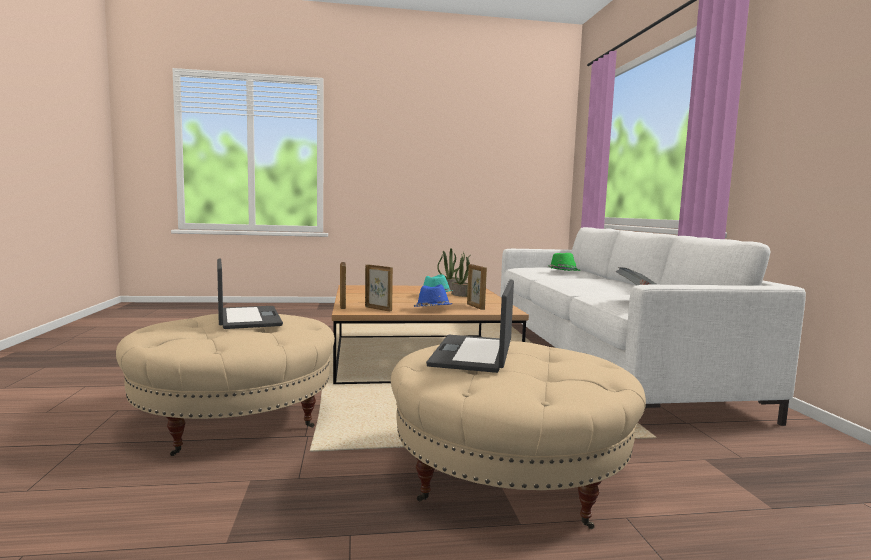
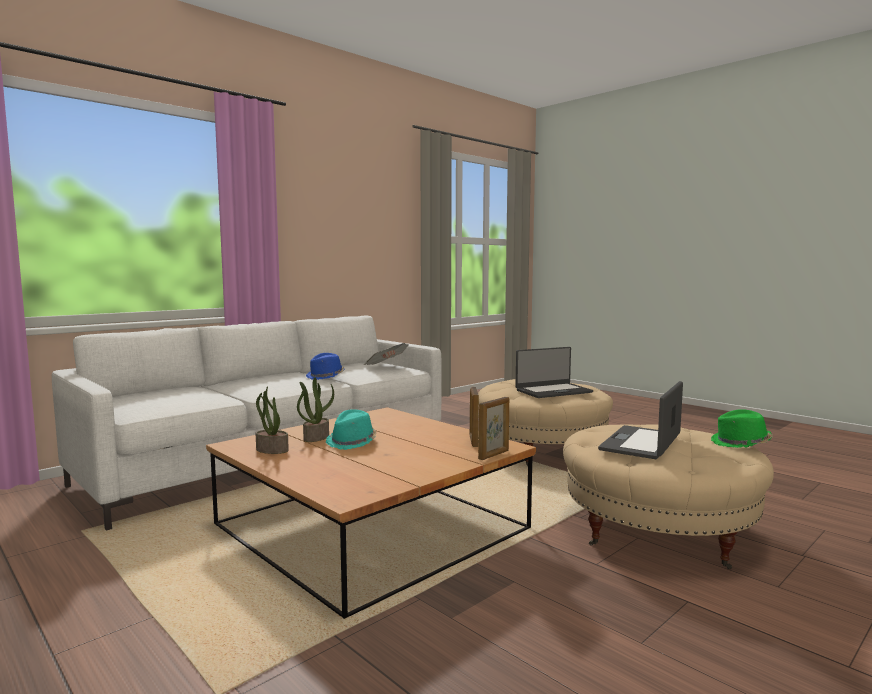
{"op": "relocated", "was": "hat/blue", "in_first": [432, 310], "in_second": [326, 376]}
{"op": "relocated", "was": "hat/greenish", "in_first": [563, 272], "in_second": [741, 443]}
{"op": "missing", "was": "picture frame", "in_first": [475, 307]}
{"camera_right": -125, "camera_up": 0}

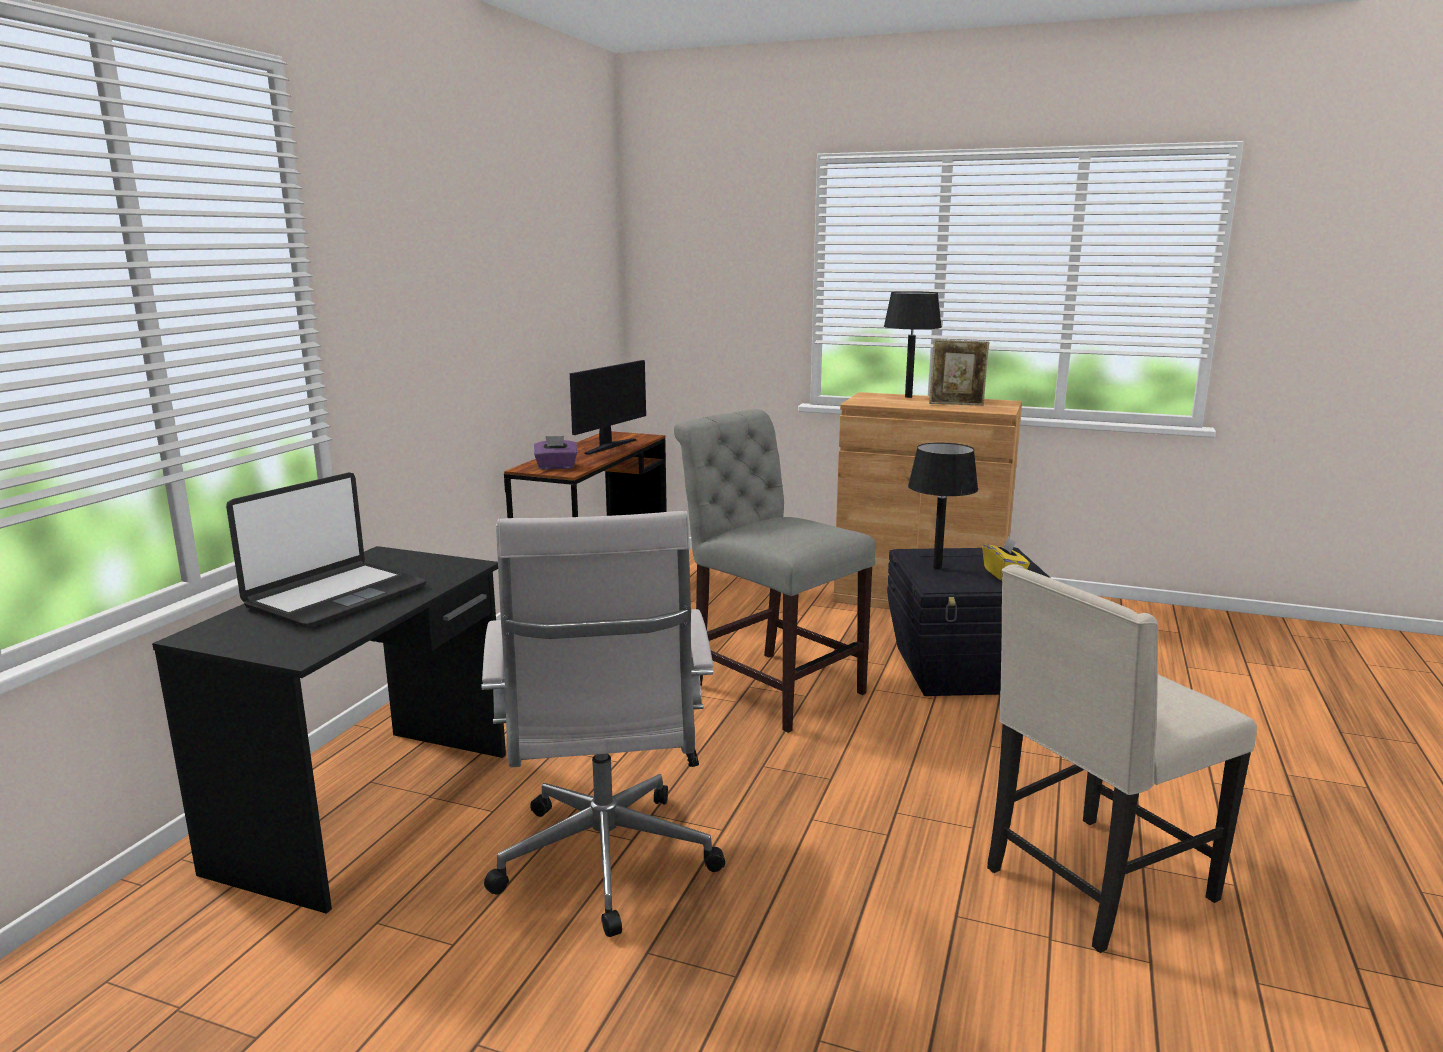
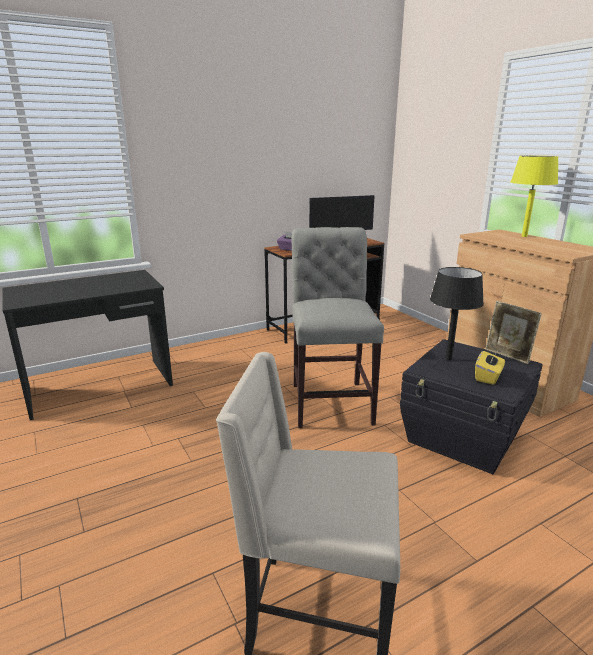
{"op": "relocated", "was": "picture frame", "in_first": [956, 404], "in_second": [507, 356]}
{"op": "colour", "was": "tabletop lamp/black", "now": "tabletop lamp/yellowish", "in_first": [908, 397], "in_second": [524, 236]}
{"op": "missing", "was": "notebook computer", "in_first": [335, 596]}
{"op": "missing", "was": "office chair/white-coloured", "in_first": [605, 866]}
{"camera_right": 40, "camera_up": 5}

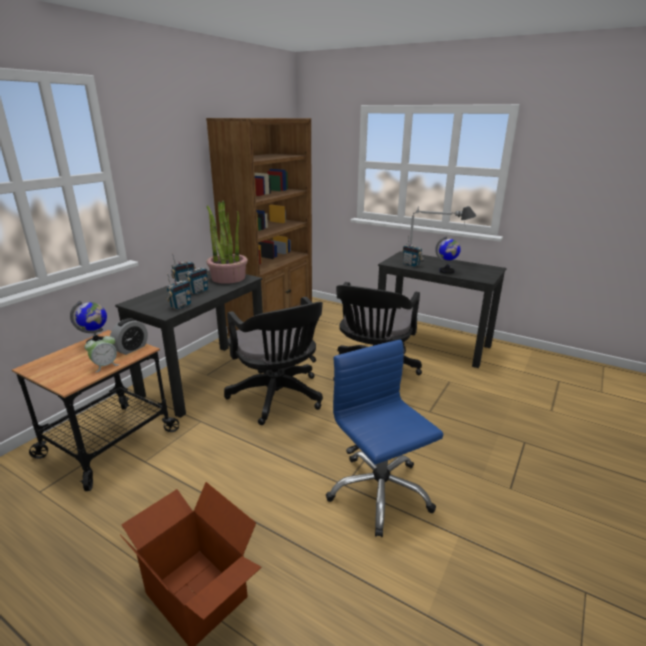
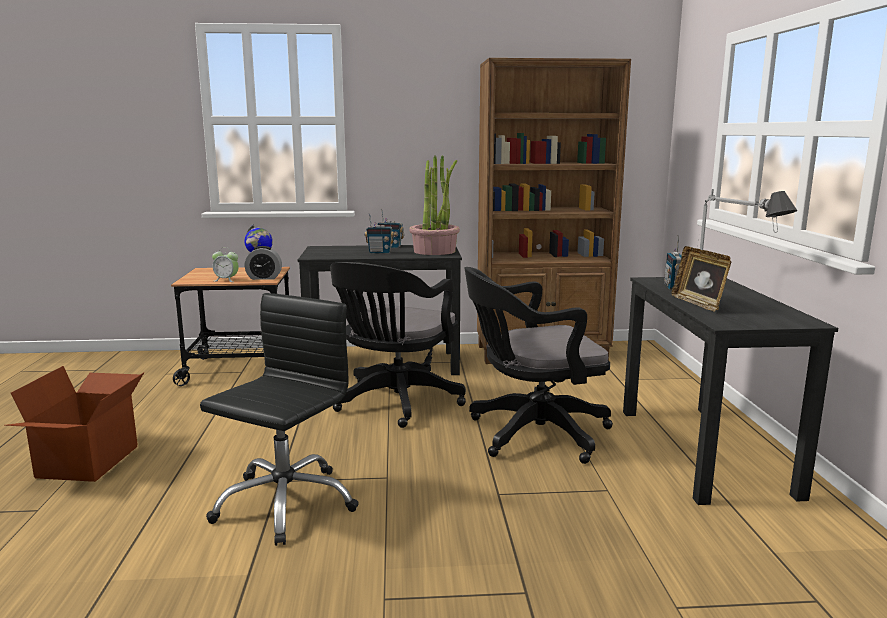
{"op": "colour", "was": "office chair/blue", "now": "office chair/black", "in_first": [379, 492], "in_second": [284, 503]}
{"op": "exchanged", "was": "globe", "now": "picture frame", "in_first": [446, 271], "in_second": [698, 303]}
{"op": "missing", "was": "radio set", "in_first": [180, 306]}
{"camera_right": 55, "camera_up": -10}

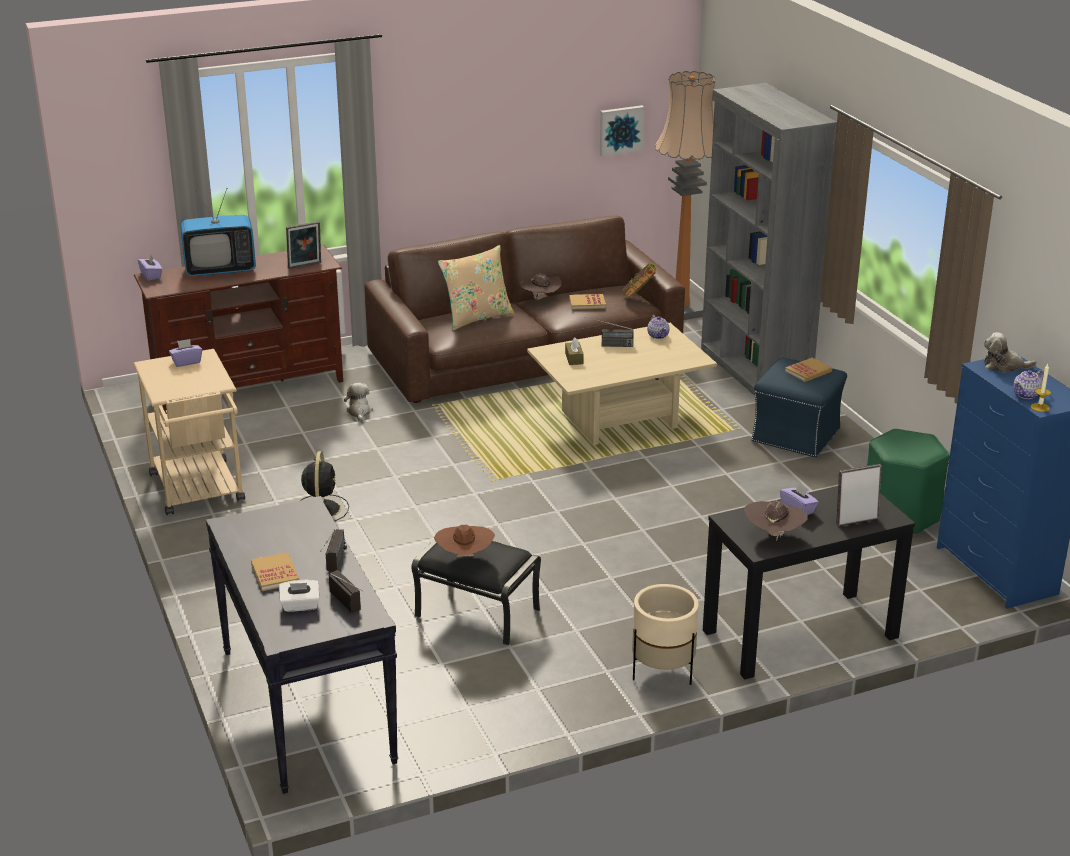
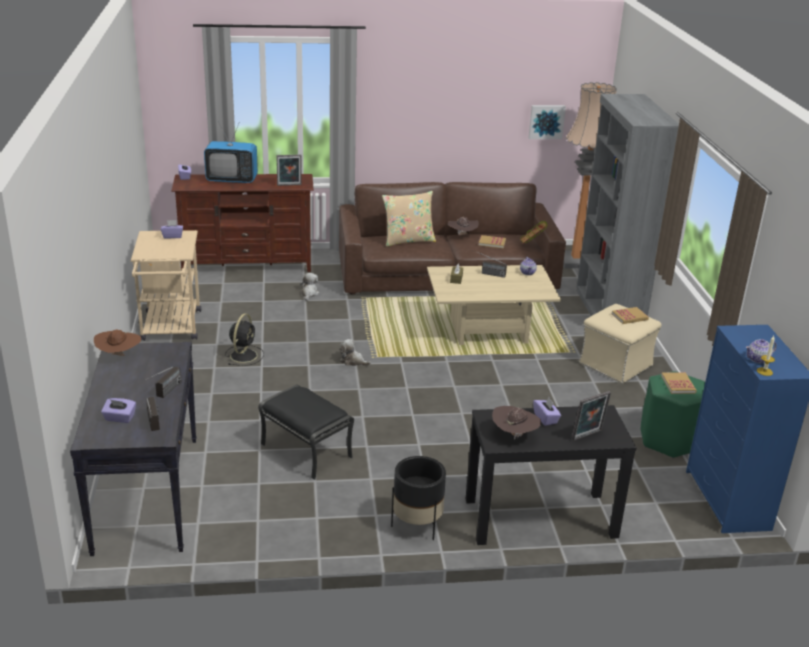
{"op": "relocated", "was": "hat/brown", "in_first": [464, 557], "in_second": [119, 356]}
{"op": "colour", "was": "tissue box/white-coloured", "now": "tissue box/purple", "in_first": [300, 606], "in_second": [119, 418]}
{"op": "relocated", "was": "soft toy", "in_first": [1004, 366], "in_second": [353, 361]}
{"op": "colour", "was": "plant pot/sand-coloured", "now": "plant pot/black", "in_first": [663, 672], "in_second": [417, 525]}
{"op": "spun", "was": "picture frame", "in_first": [855, 520], "in_second": [588, 436], "clockwise": 150}
{"op": "colour", "was": "footrest/blue", "now": "footrest/sand-coloured", "in_first": [796, 436], "in_second": [616, 365]}
{"op": "relocated", "was": "bound book", "in_first": [275, 574], "in_second": [678, 384]}
{"camera_right": 15, "camera_up": 0}

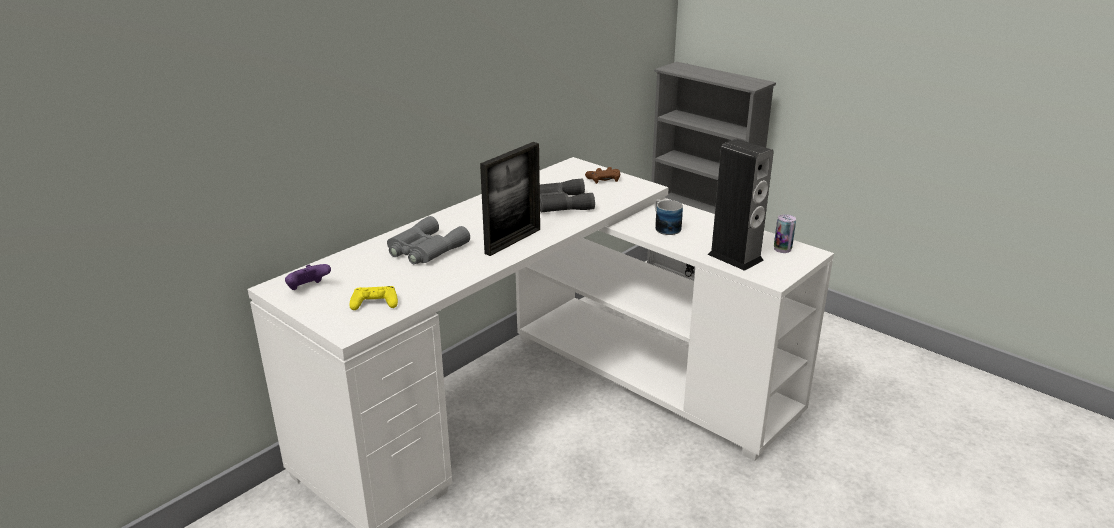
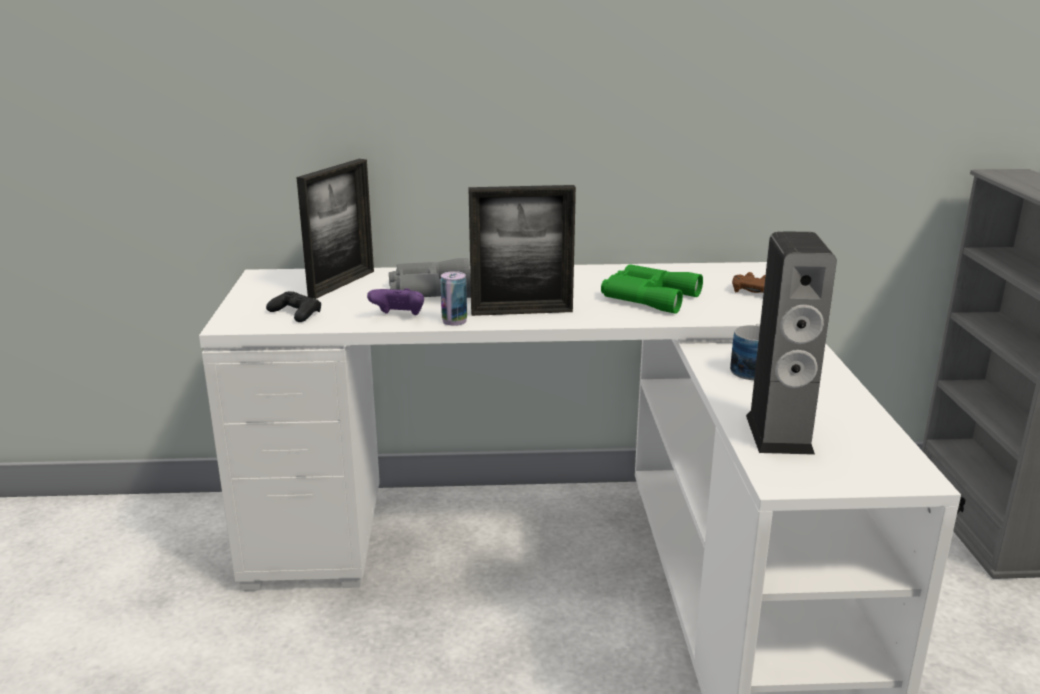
{"op": "colour", "was": "game controller/yellowish", "now": "game controller/black", "in_first": [375, 303], "in_second": [296, 313]}
{"op": "appeared", "now": "picture frame", "in_second": [342, 284]}
{"op": "relocated", "was": "game controller/purple", "in_first": [308, 289], "in_second": [399, 317]}
{"op": "relocated", "was": "can", "in_first": [782, 249], "in_second": [454, 321]}
{"op": "colour", "was": "pair of binoculars/grey", "now": "pair of binoculars/greenish", "in_first": [557, 203], "in_second": [647, 296]}
{"camera_right": 45, "camera_up": -5}

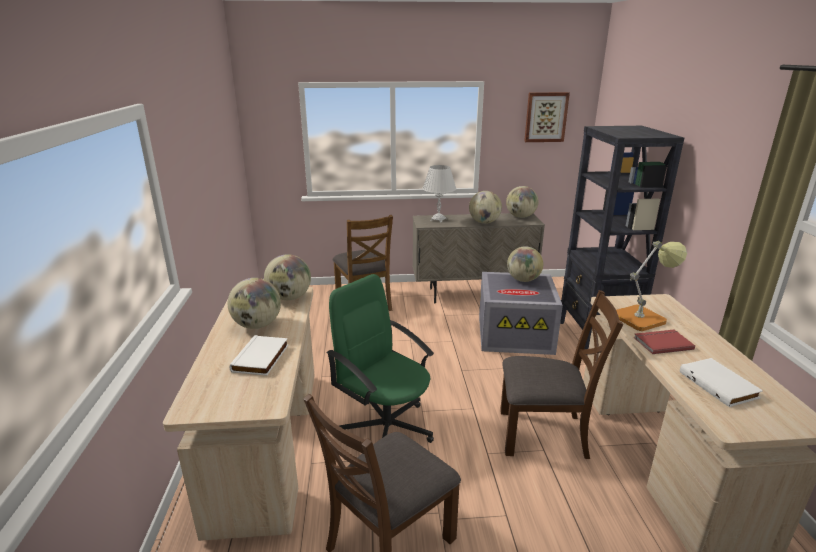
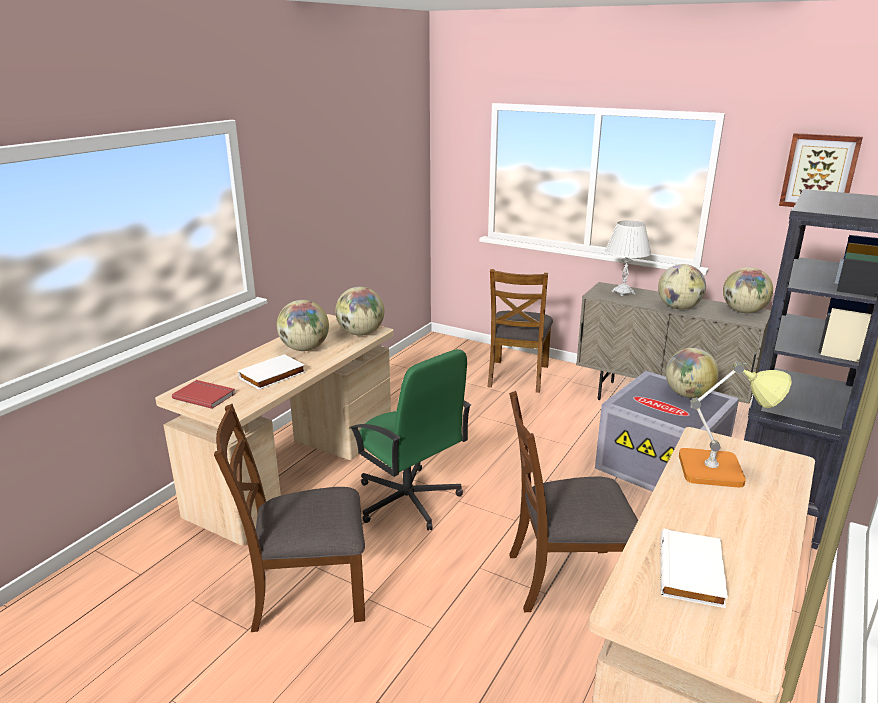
{"op": "relocated", "was": "bound book/reddish", "in_first": [662, 343], "in_second": [205, 395]}
{"op": "spun", "was": "office chair/greenish", "in_first": [386, 427], "in_second": [408, 500], "clockwise": 150}
{"op": "spun", "was": "plain chair/brown", "in_first": [544, 433], "in_second": [565, 578], "clockwise": 135}
{"camera_right": 35, "camera_up": 0}

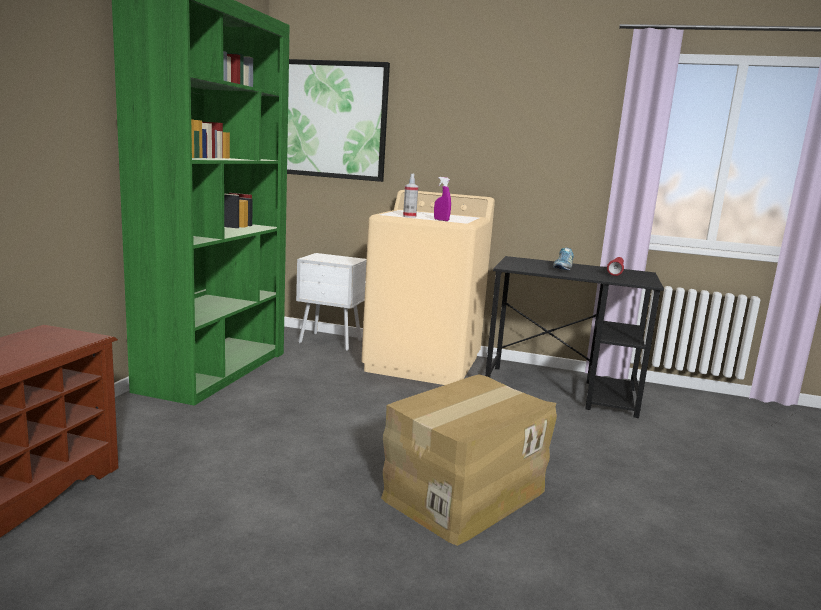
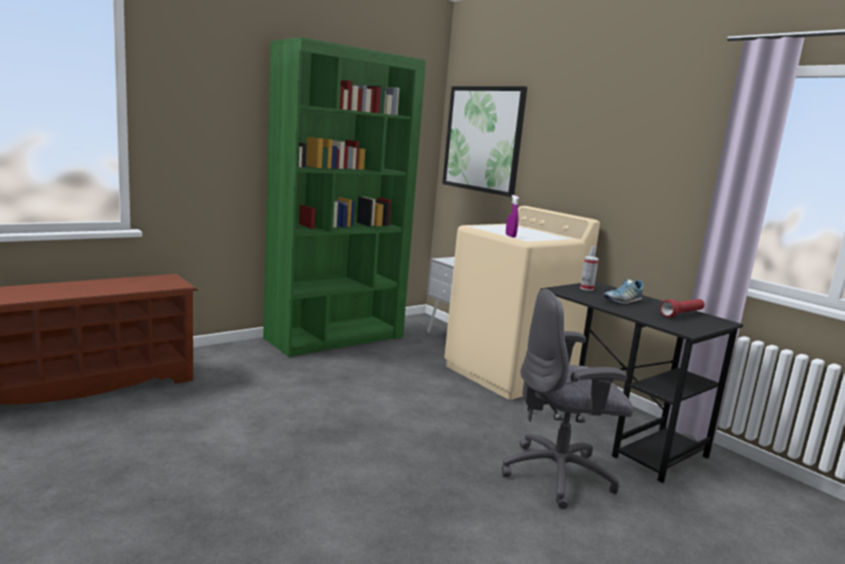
{"op": "appeared", "now": "office chair/grey", "in_second": [559, 475]}
{"op": "relocated", "was": "hand sprayer", "in_first": [409, 216], "in_second": [586, 288]}
{"op": "missing", "was": "packing box", "in_first": [463, 493]}
{"camera_right": 35, "camera_up": 0}

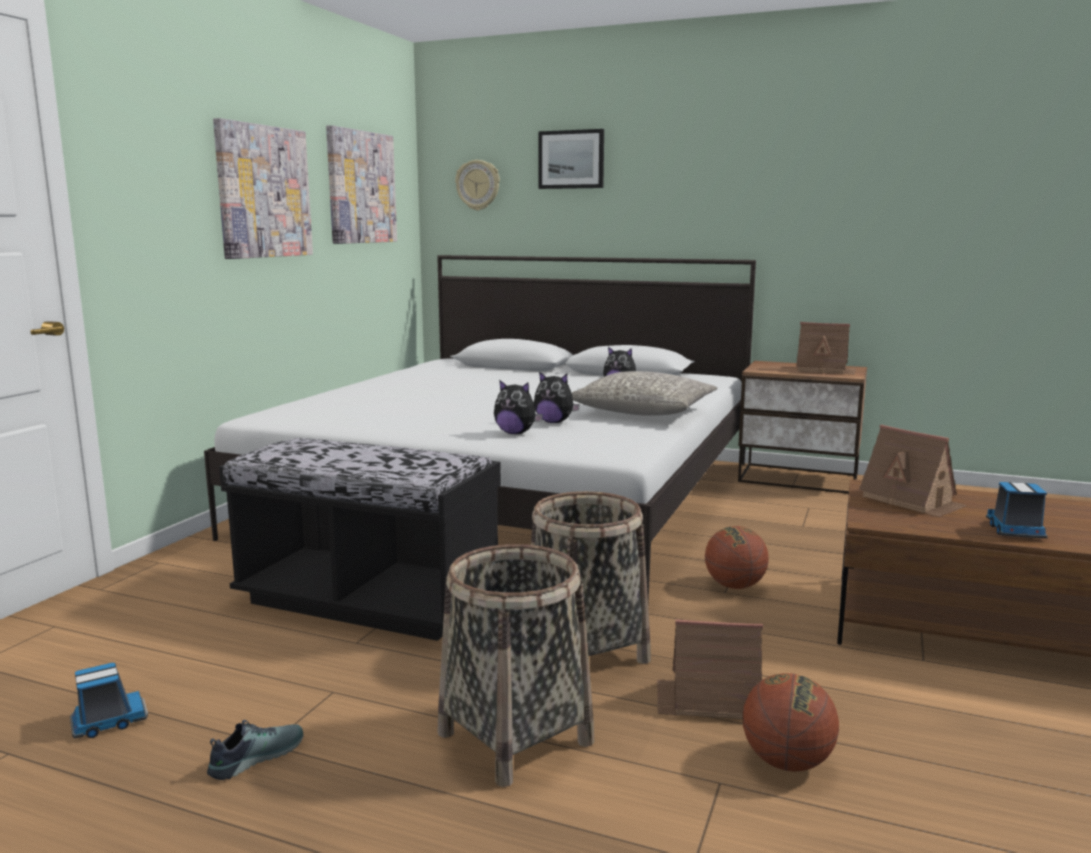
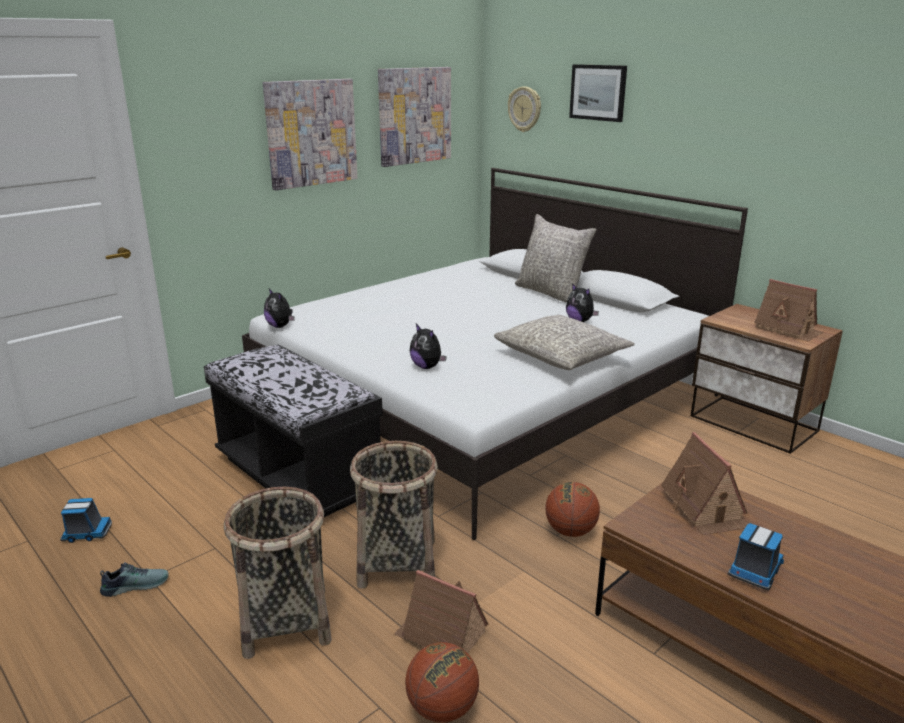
{"op": "relocated", "was": "soft toy", "in_first": [554, 422], "in_second": [280, 326]}
{"op": "appeared", "now": "cushion/grey", "in_second": [551, 293]}
{"camera_right": 25, "camera_up": 10}

